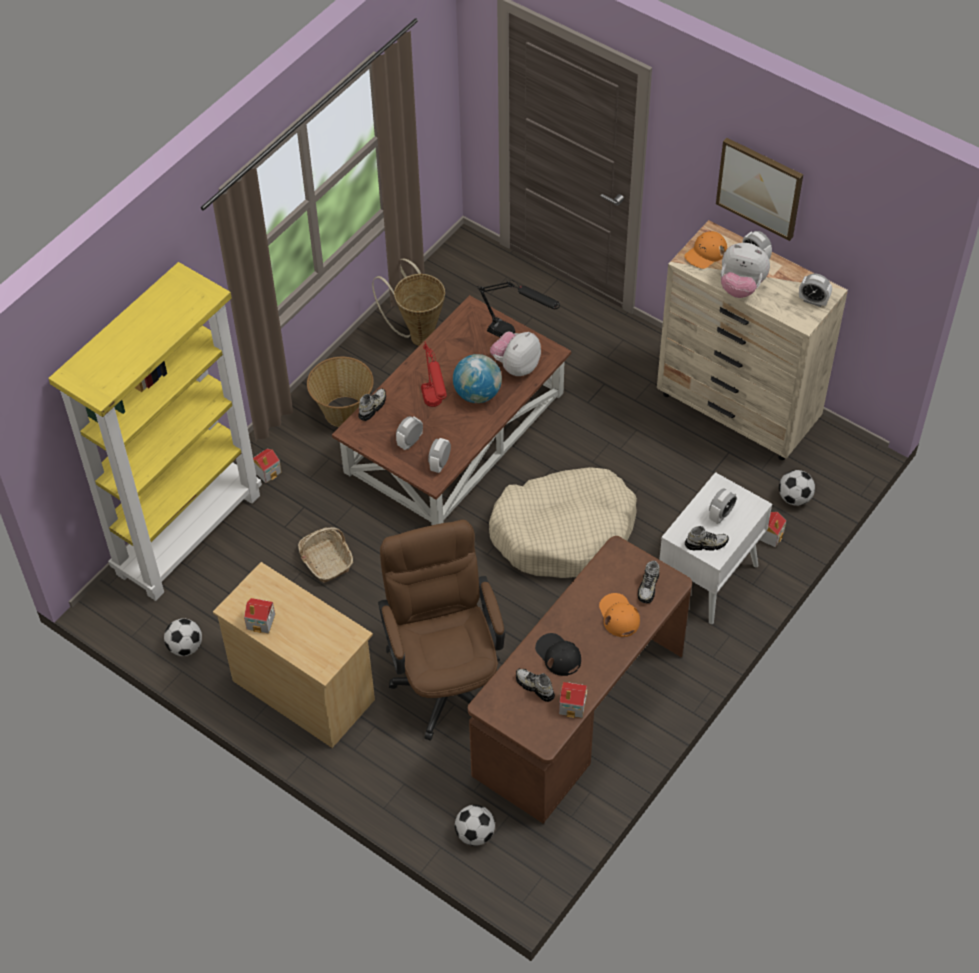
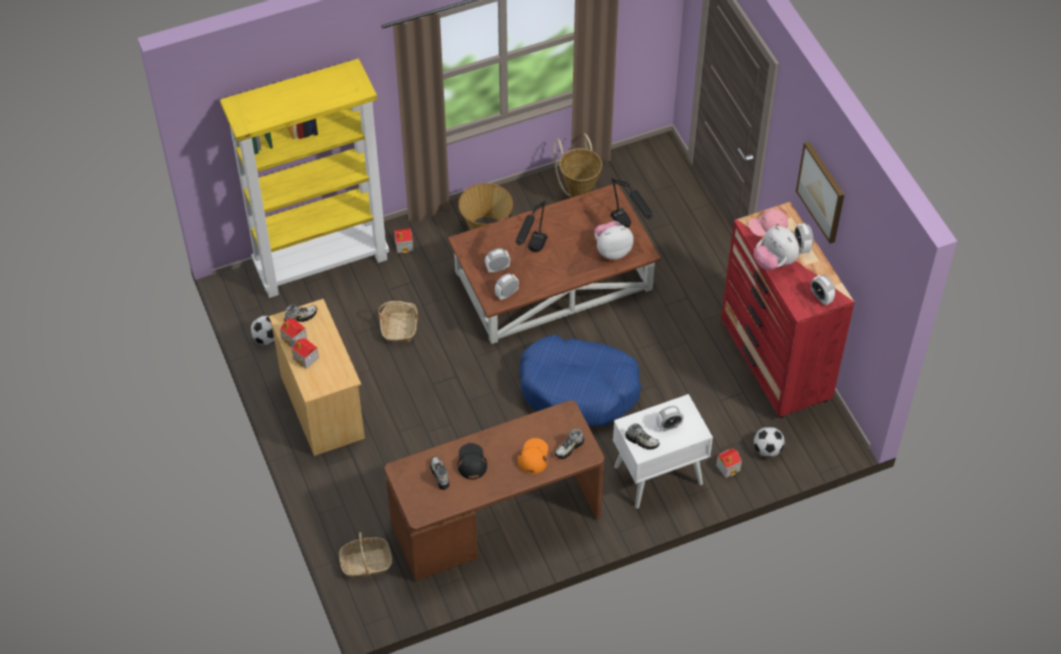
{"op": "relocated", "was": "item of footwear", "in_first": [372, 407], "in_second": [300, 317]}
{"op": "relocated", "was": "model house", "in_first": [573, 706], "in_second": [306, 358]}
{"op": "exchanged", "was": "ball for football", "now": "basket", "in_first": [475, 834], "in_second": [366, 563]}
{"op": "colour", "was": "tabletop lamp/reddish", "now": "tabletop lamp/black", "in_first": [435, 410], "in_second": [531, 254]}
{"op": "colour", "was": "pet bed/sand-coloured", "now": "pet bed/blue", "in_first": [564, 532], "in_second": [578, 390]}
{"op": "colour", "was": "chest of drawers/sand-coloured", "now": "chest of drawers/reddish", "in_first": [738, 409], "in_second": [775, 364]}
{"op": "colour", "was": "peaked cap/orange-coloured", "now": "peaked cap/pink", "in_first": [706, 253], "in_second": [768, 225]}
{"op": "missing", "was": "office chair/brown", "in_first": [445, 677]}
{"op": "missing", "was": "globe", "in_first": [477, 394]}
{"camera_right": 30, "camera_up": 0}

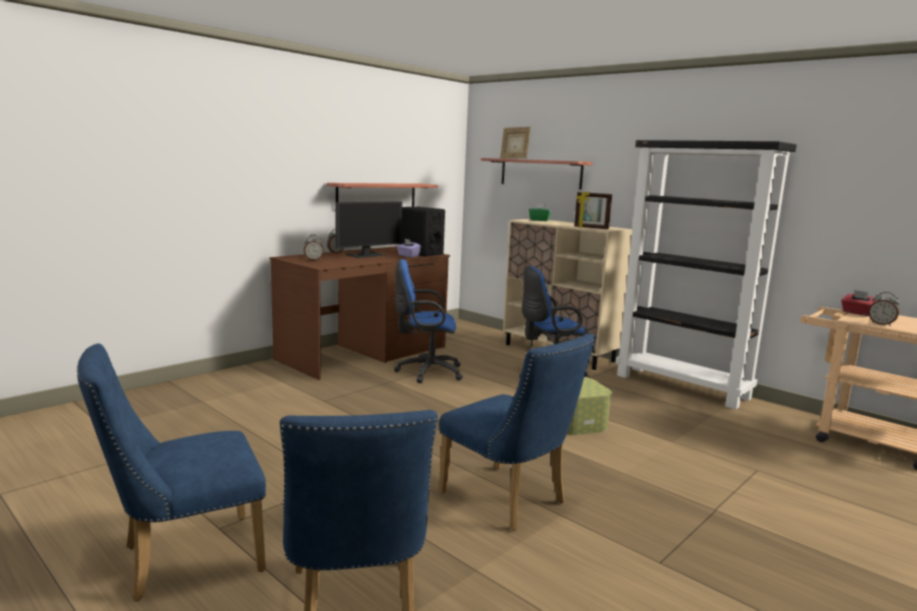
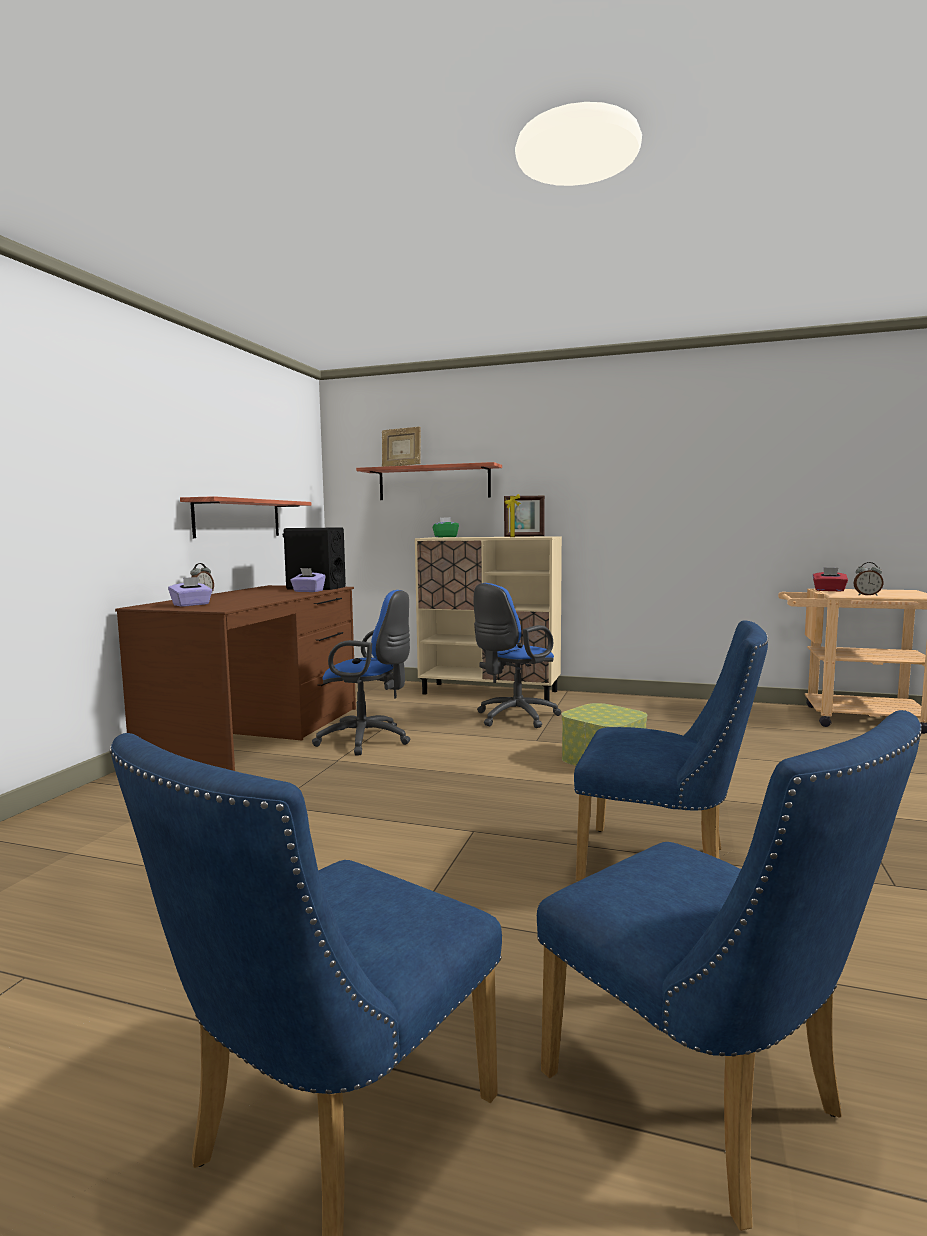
{"op": "exchanged", "was": "bedside clock", "now": "tissue box/purple", "in_first": [313, 260], "in_second": [191, 605]}
{"op": "spun", "was": "office chair/blue", "in_first": [426, 372], "in_second": [368, 740], "clockwise": -135}
{"op": "missing", "was": "computer screen", "in_first": [366, 255]}
{"op": "missing", "was": "shelving unit/black", "in_first": [683, 387]}
{"camera_right": -25, "camera_up": -5}

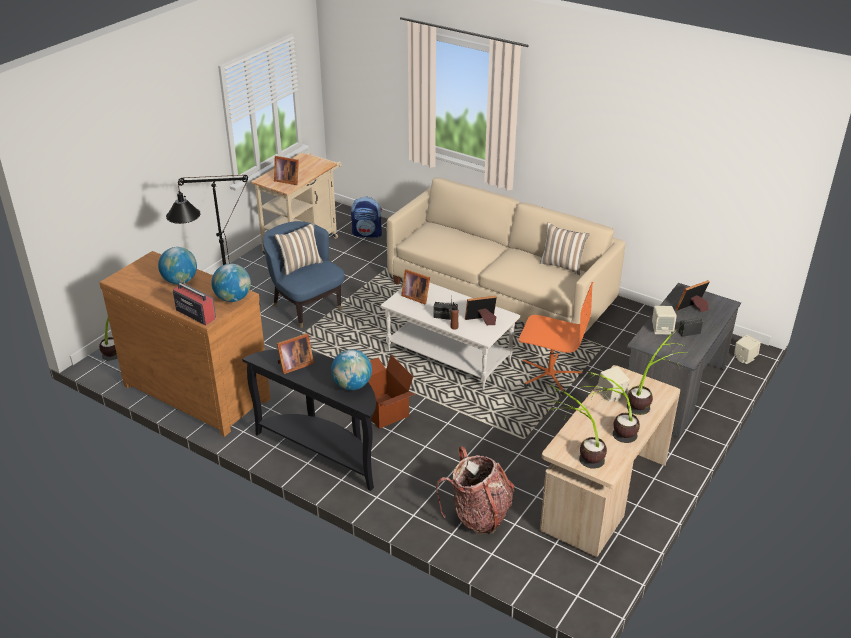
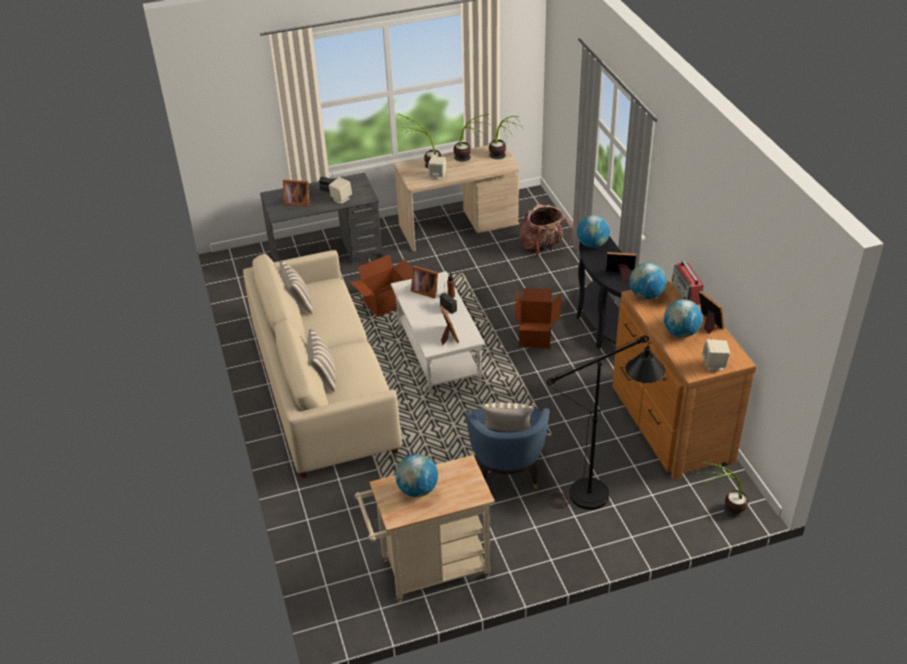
{"op": "appeared", "now": "cushion", "in_second": [323, 377]}
{"op": "exchanged", "was": "office chair/orange-coloured", "now": "packing box", "in_first": [549, 375], "in_second": [386, 303]}
{"op": "appeared", "now": "globe", "in_second": [417, 489]}
{"op": "relocated", "was": "picture frame", "in_first": [287, 180], "in_second": [708, 323]}
{"op": "relocated", "was": "loudspeaker/sand-coloured", "in_first": [744, 358], "in_second": [714, 365]}
{"op": "missing", "was": "rucksack", "in_first": [367, 234]}
{"camera_right": -140, "camera_up": 5}

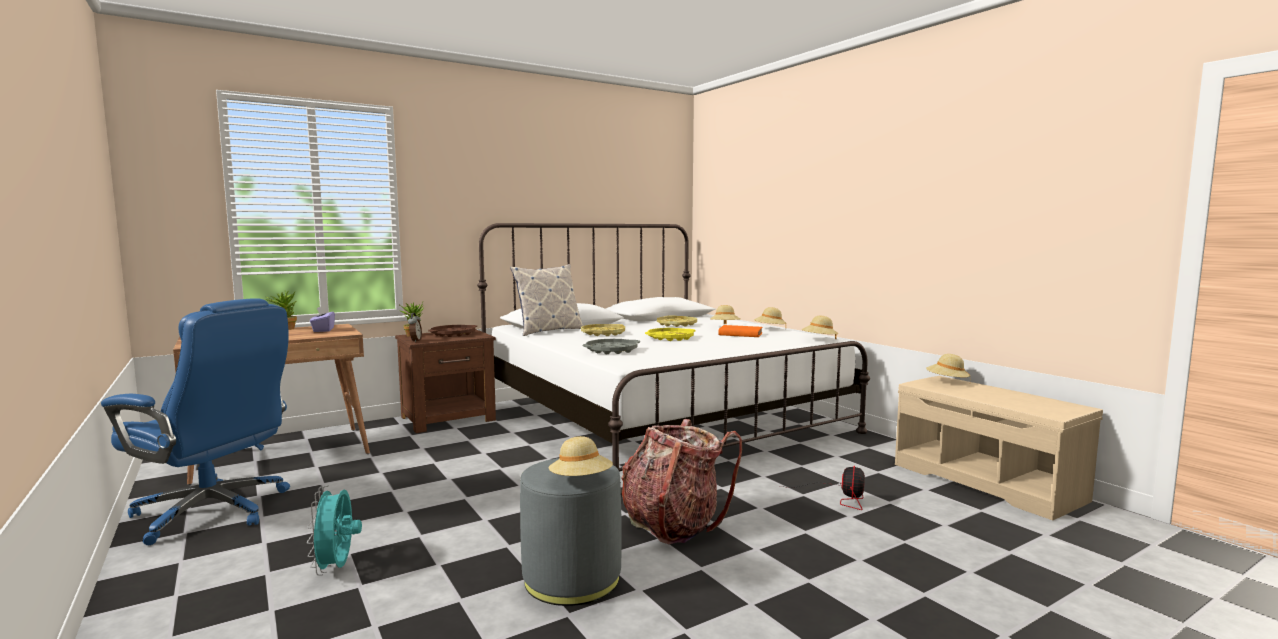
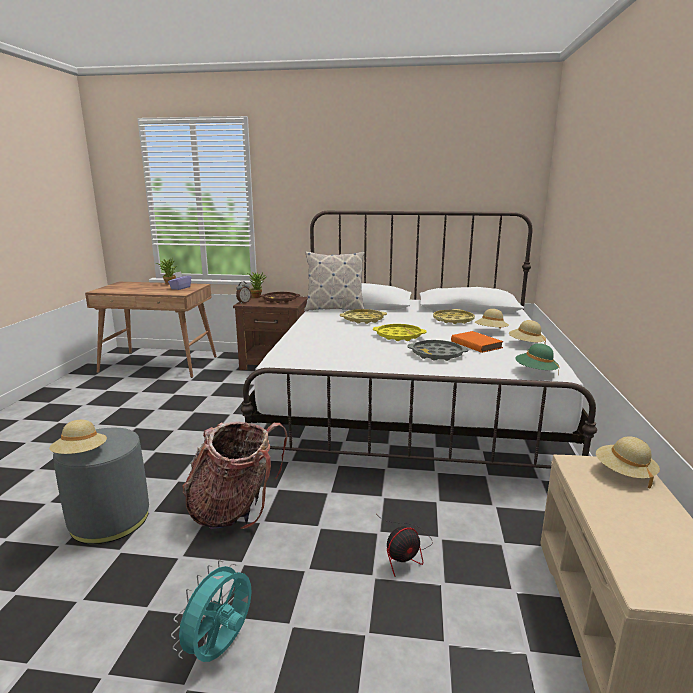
{"op": "relocated", "was": "cooling fan/blue-green", "in_first": [337, 568], "in_second": [221, 649]}
{"op": "relocated", "was": "tray/grey", "in_first": [611, 350], "in_second": [437, 354]}
{"op": "colour", "was": "hat/sand-coloured", "now": "hat/greenish", "in_first": [819, 340], "in_second": [535, 372]}
{"op": "missing", "was": "office chair/blue", "in_first": [213, 512]}
{"camera_right": 40, "camera_up": 10}

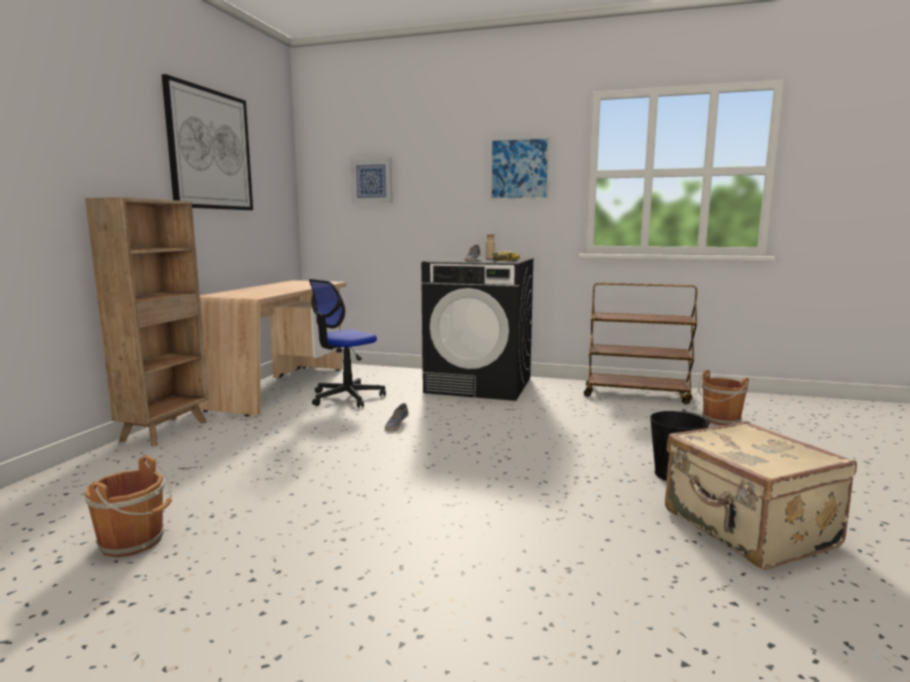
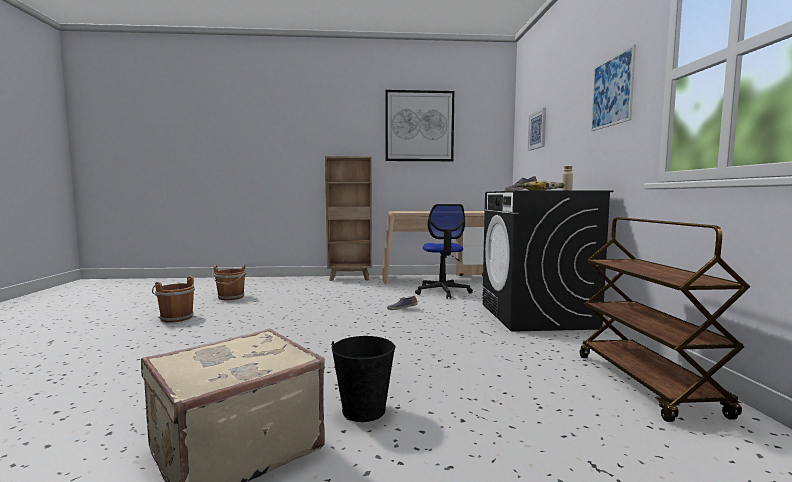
{"op": "relocated", "was": "bucket/brown", "in_first": [720, 420], "in_second": [175, 317]}
{"op": "spun", "was": "office chair", "in_first": [346, 397], "in_second": [442, 292], "clockwise": -120}
{"camera_right": 70, "camera_up": -5}

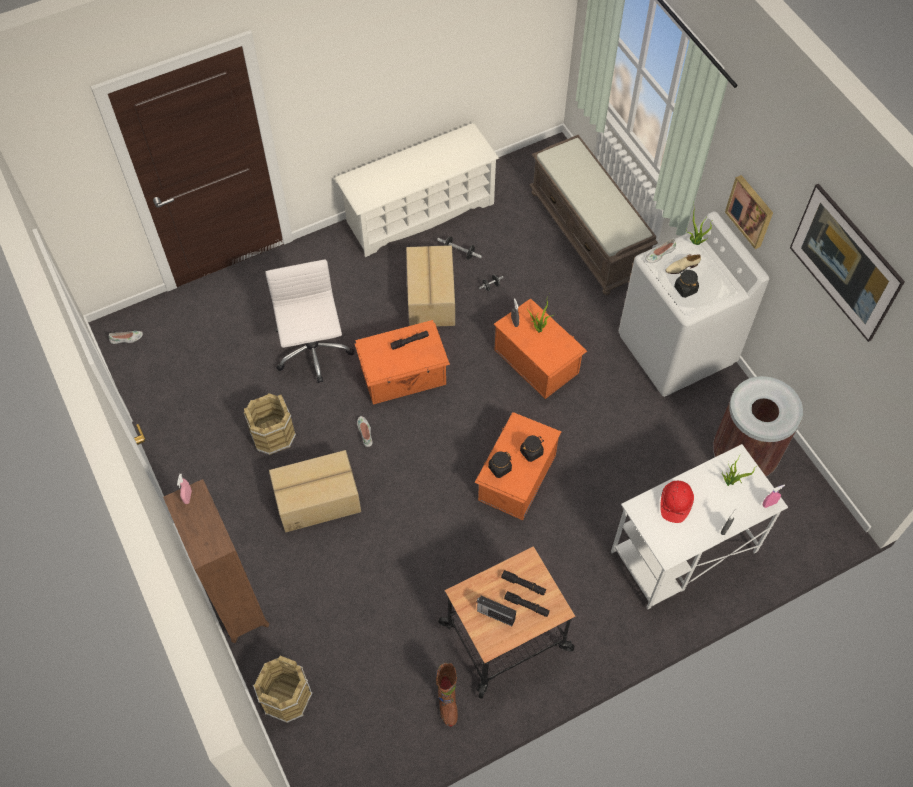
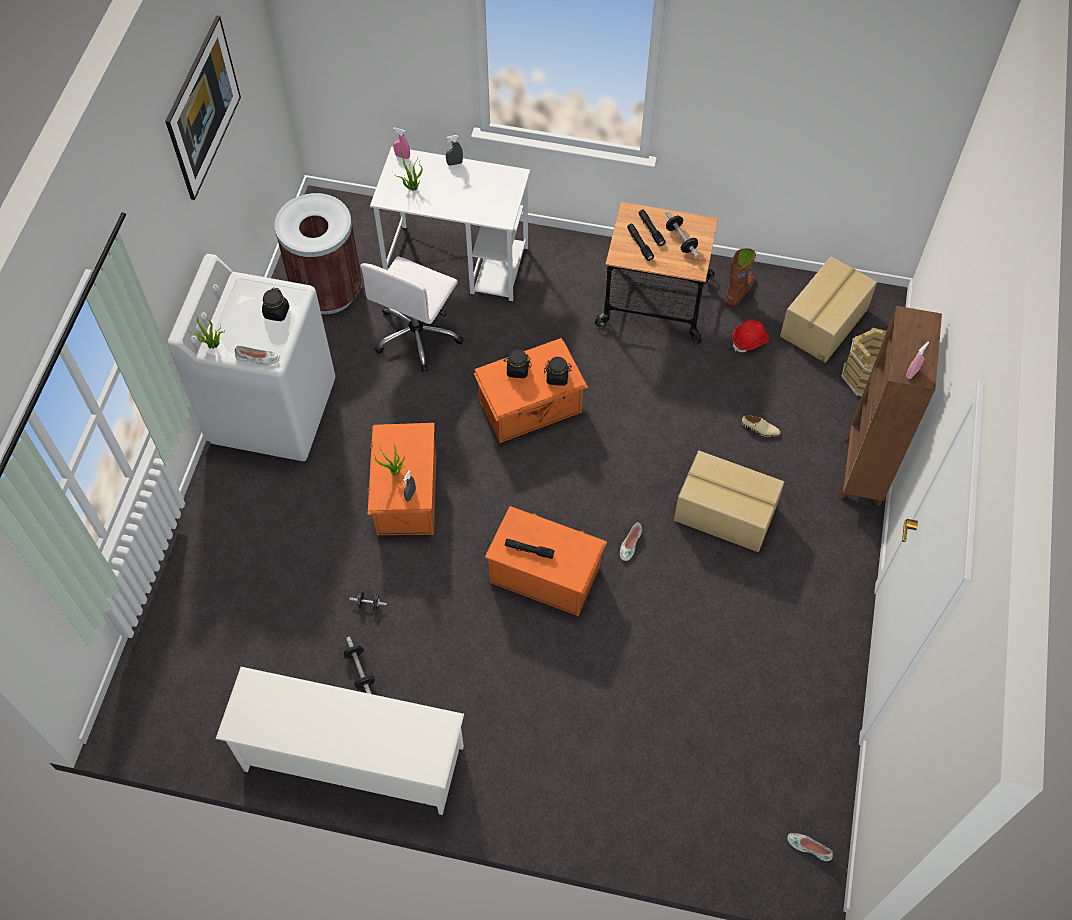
{"op": "relocated", "was": "office chair/white-coloured", "in_first": [313, 353], "in_second": [418, 335]}
{"op": "exchanged", "was": "radio set", "now": "free weight", "in_first": [495, 614], "in_second": [681, 240]}
{"op": "relocated", "was": "work helmet/reddish", "in_first": [675, 504], "in_second": [750, 340]}
{"op": "relocated", "was": "item of footwear/sand-coloured", "in_first": [682, 267], "in_second": [760, 429]}
{"op": "relocated", "was": "packing box", "in_first": [430, 298], "in_second": [825, 323]}
{"op": "missing", "was": "bucket/brown", "in_first": [273, 435]}
{"op": "missing", "was": "indoor bench/brown", "in_first": [588, 234]}
{"op": "missing", "was": "wall picture", "in_first": [751, 211]}
{"camera_right": -140, "camera_up": 0}

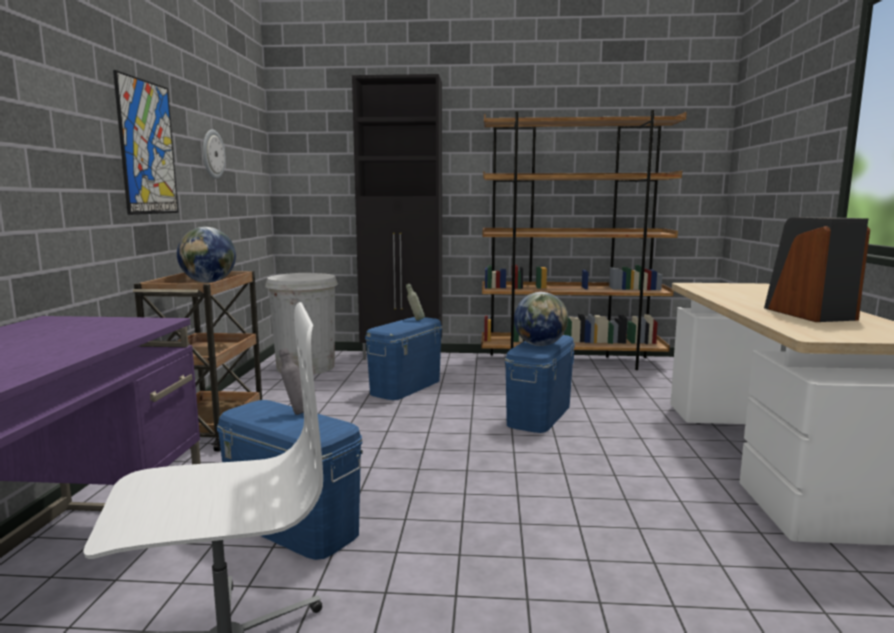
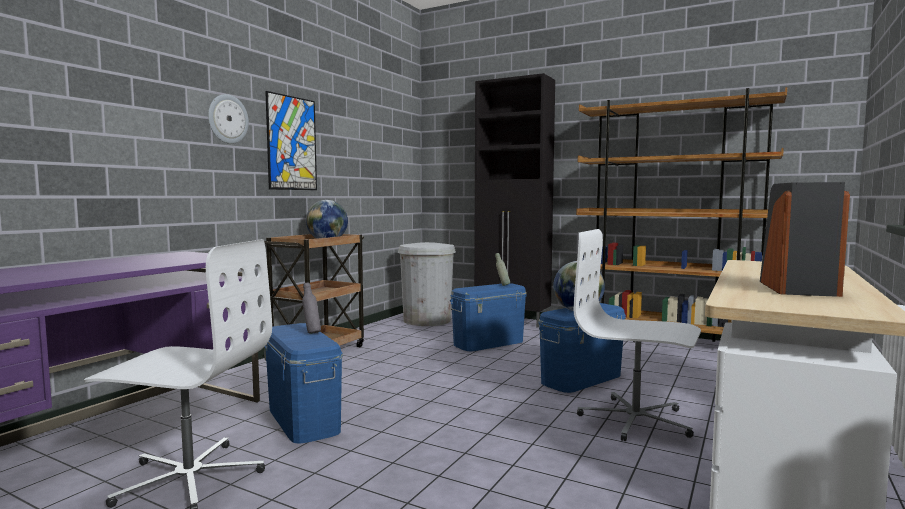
{"op": "relocated", "was": "wall clock", "in_first": [212, 154], "in_second": [227, 119]}
{"op": "appeared", "now": "office chair/white-coloured", "in_second": [635, 420]}
{"camera_right": 25, "camera_up": -5}

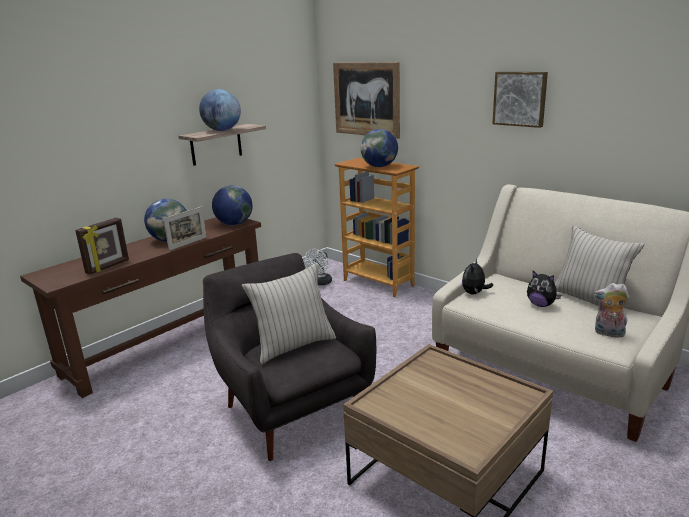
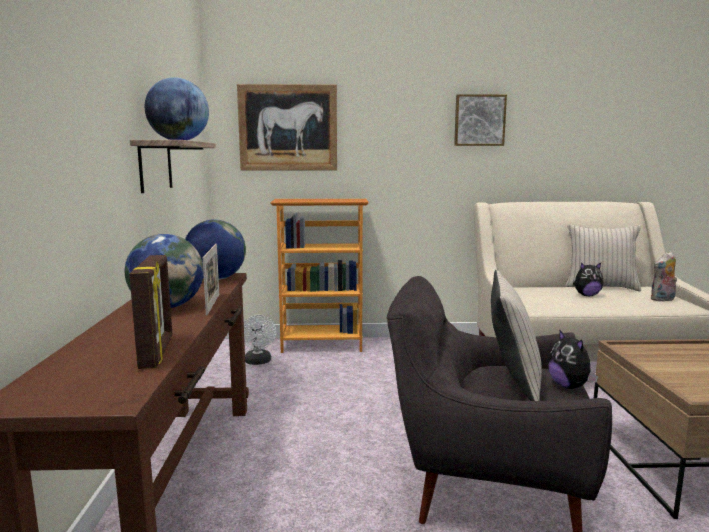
{"op": "relocated", "was": "soft toy", "in_first": [474, 293], "in_second": [569, 386]}
{"op": "missing", "was": "globe", "in_first": [379, 166]}
{"camera_right": -45, "camera_up": -10}

